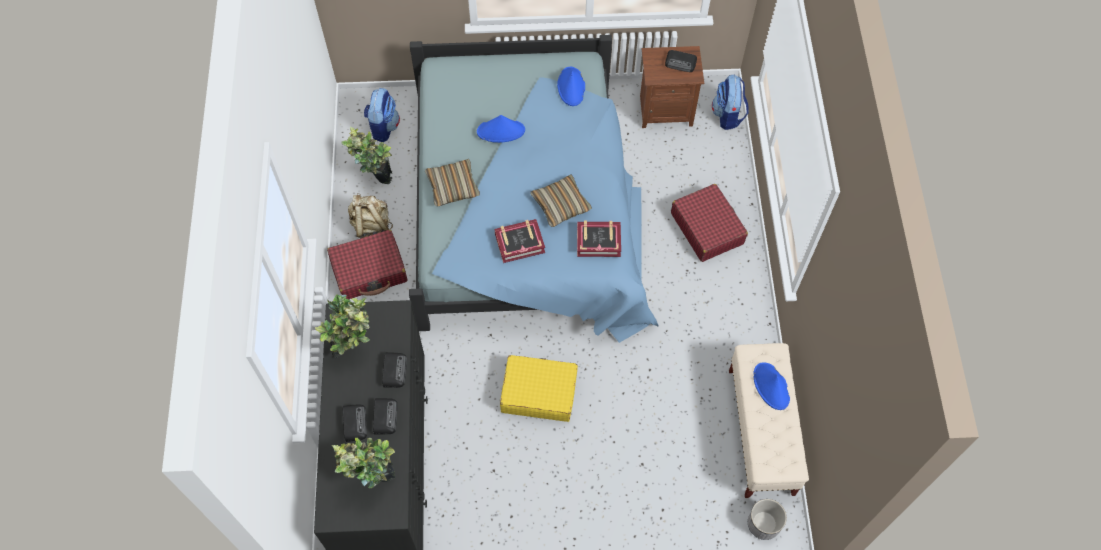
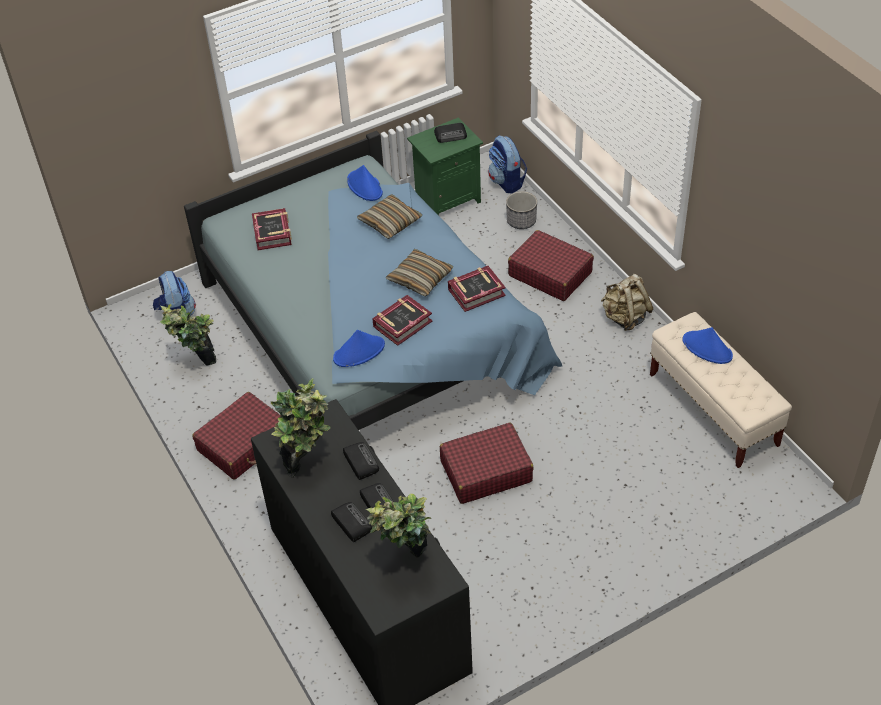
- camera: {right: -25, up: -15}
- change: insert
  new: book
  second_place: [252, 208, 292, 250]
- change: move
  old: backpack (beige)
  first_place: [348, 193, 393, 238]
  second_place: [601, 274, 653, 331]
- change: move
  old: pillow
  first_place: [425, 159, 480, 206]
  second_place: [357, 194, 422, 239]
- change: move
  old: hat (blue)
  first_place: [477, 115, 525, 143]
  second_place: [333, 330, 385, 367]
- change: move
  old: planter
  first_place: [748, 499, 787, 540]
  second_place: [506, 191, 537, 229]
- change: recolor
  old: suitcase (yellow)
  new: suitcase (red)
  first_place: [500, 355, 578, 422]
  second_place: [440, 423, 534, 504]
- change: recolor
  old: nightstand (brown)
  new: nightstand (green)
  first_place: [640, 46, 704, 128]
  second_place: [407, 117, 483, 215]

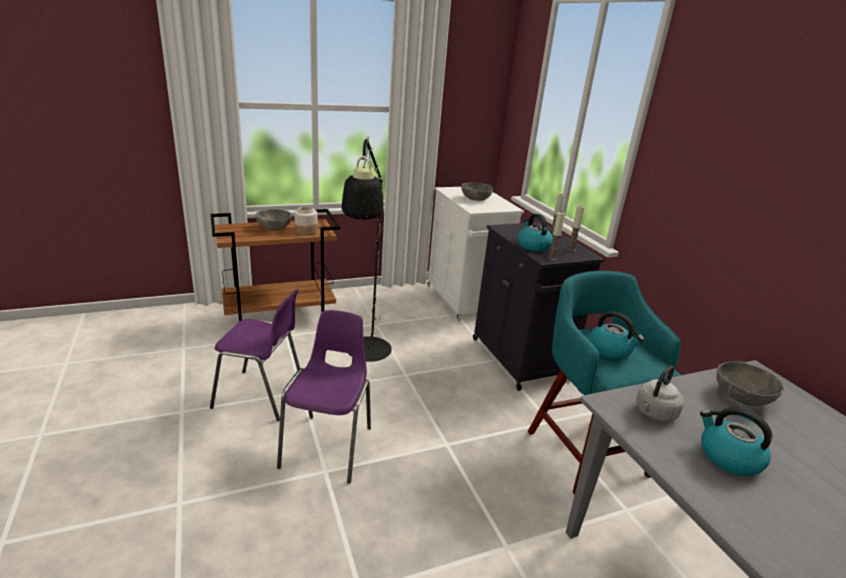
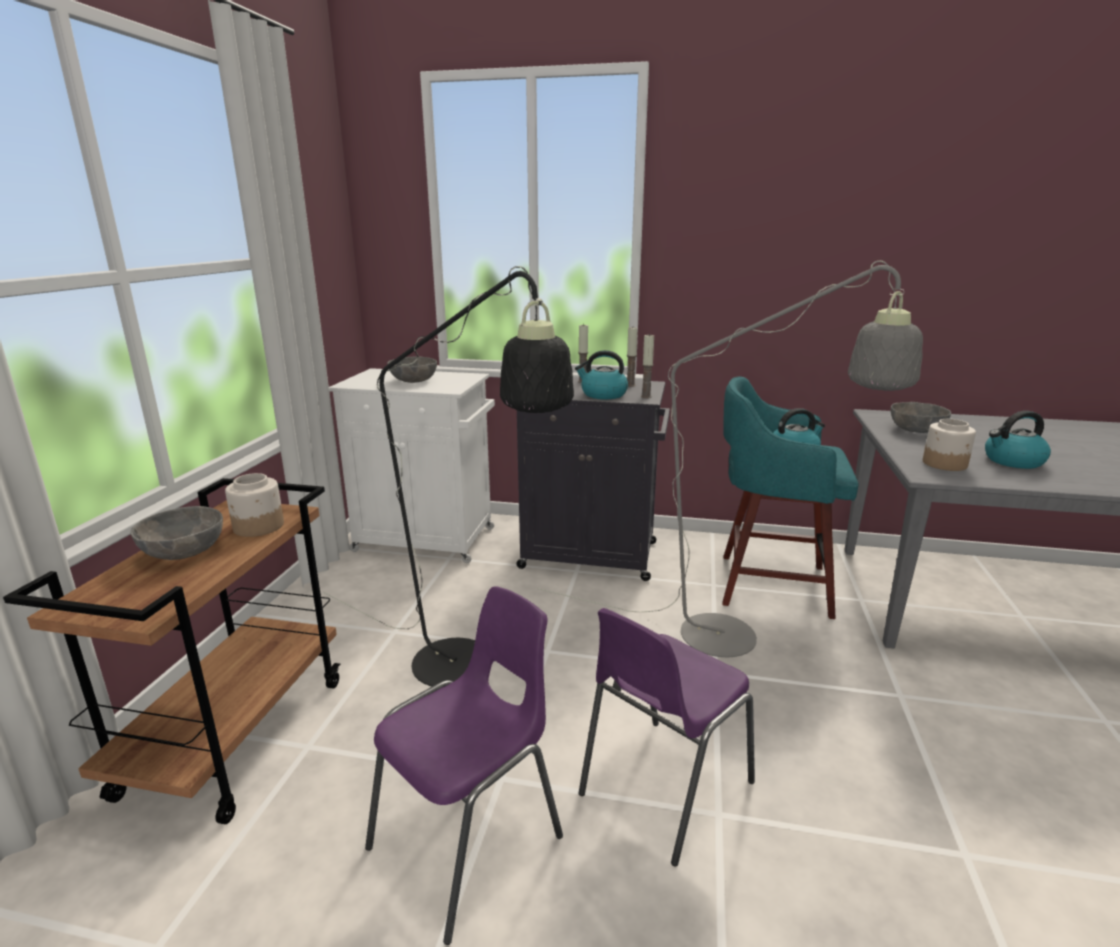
- camera: {right: -55, up: -5}
- change: insert
  new: floor lamp (grey)
  second_place: [536, 261, 923, 657]
- change: replace
  old: kettle (grey)
  new: jar
  first_place: [636, 366, 684, 422]
  second_place: [923, 419, 976, 471]
- change: rotate
  old: chair (purple)
  first_place: [277, 310, 371, 484]
  second_place: [578, 608, 755, 867]
  degrees: -90

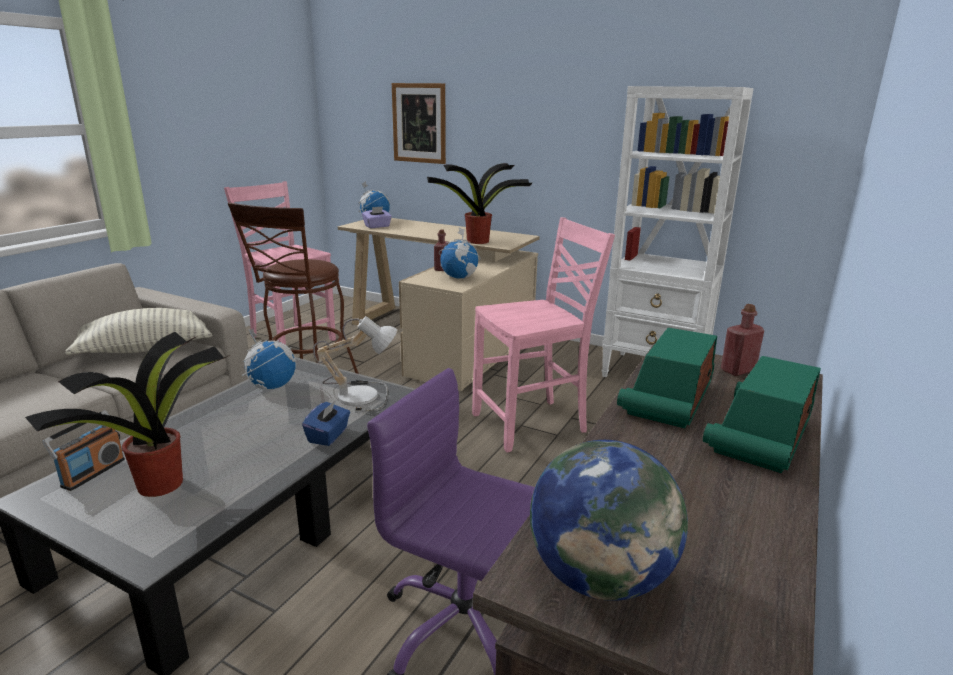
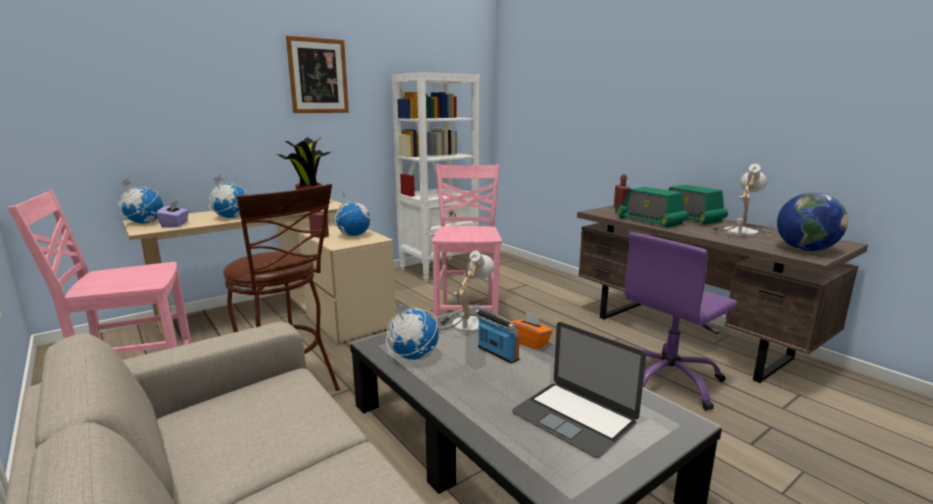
- camera: {right: -65, up: -5}
- change: delete
  old: pillow
  first_place: [65, 308, 212, 355]
- change: insert
  new: globe
  second_place: [209, 174, 246, 218]
- change: insert
  new: table lamp
  second_place: [712, 164, 772, 236]
- change: move
  old: radio
  first_place: [42, 410, 125, 491]
  second_place: [475, 309, 519, 364]
- change: move
  old: picture
  first_place: [392, 83, 446, 164]
  second_place: [286, 36, 349, 113]
- change: replace
  old: potted plant
  new: laptop
  first_place: [25, 332, 230, 497]
  second_place: [512, 322, 646, 458]
- change: recolor
  old: tissue box (blue)
  new: tissue box (orange)
  first_place: [302, 400, 350, 446]
  second_place: [510, 311, 553, 350]

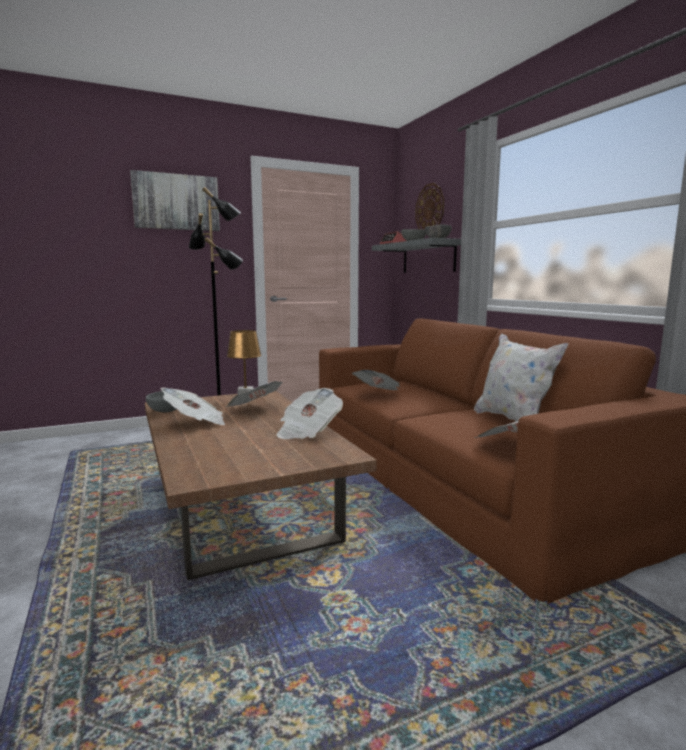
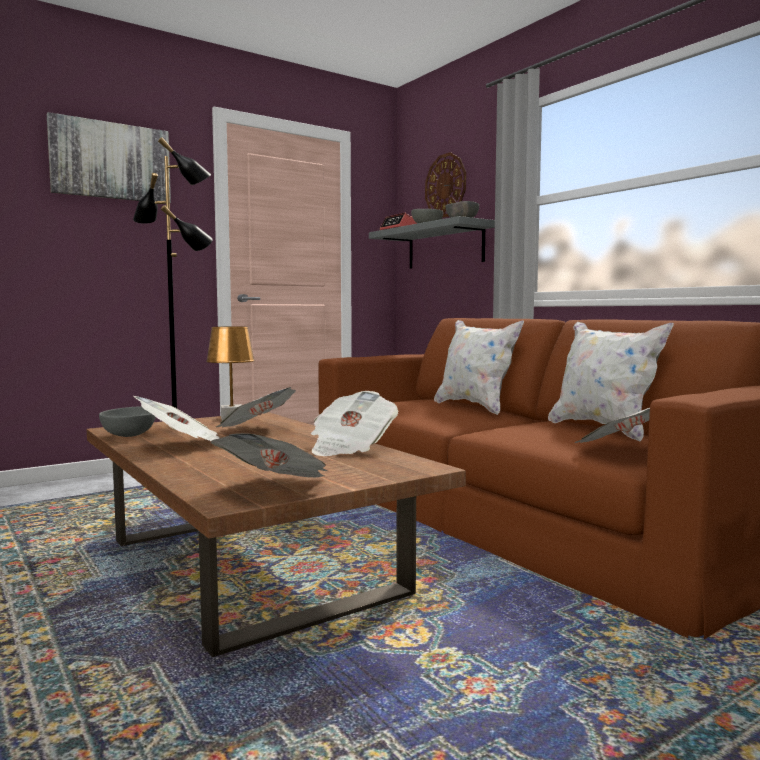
- camera: {right: -10, up: -5}
- change: insert
  new: pillow (white)
  second_place: [434, 320, 524, 415]
- change: move
  old: newspaper
  first_place: [352, 370, 400, 390]
  second_place: [211, 433, 328, 477]

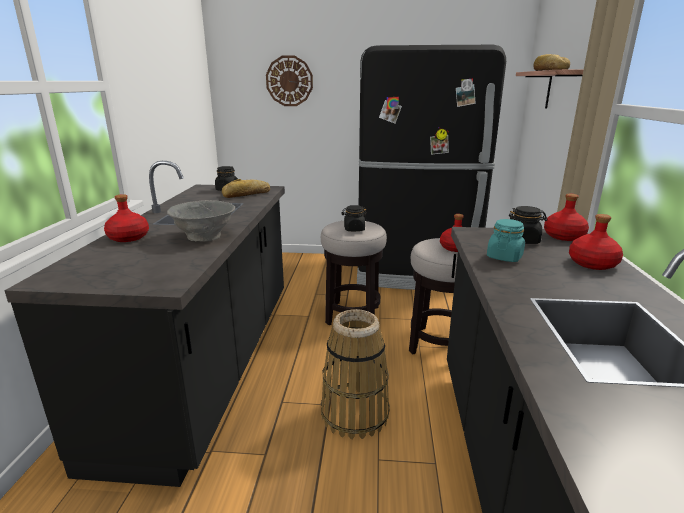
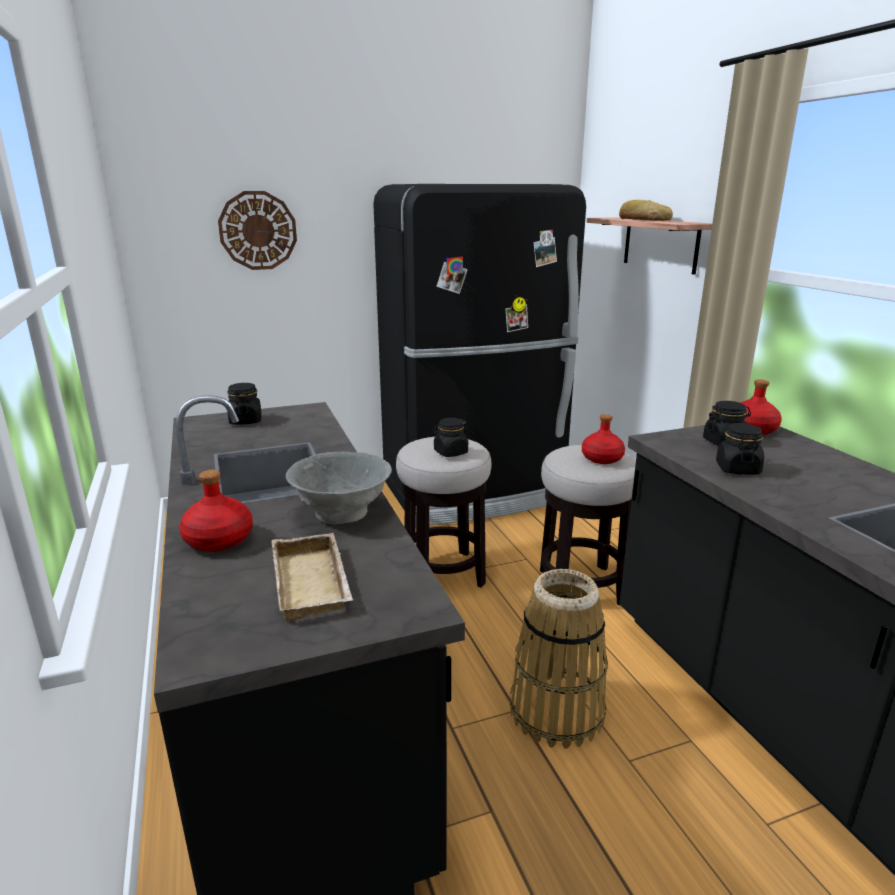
- camera: {right: -25, up: 0}
- change: delete
  old: bread
  first_place: [222, 179, 270, 198]
- change: delete
  old: bottle (red)
  first_place: [569, 214, 623, 270]
- change: insert
  new: tray (beige)
  second_place: [272, 533, 353, 622]
- change: recolor
  old: jar (turquoise)
  new: jar (black)
  first_place: [487, 219, 525, 262]
  second_place: [716, 423, 764, 475]

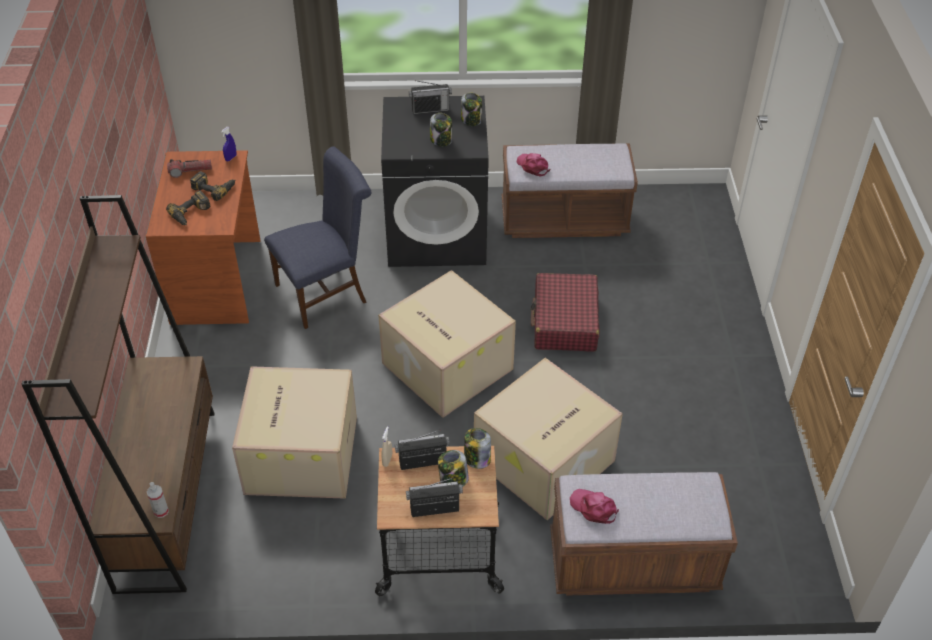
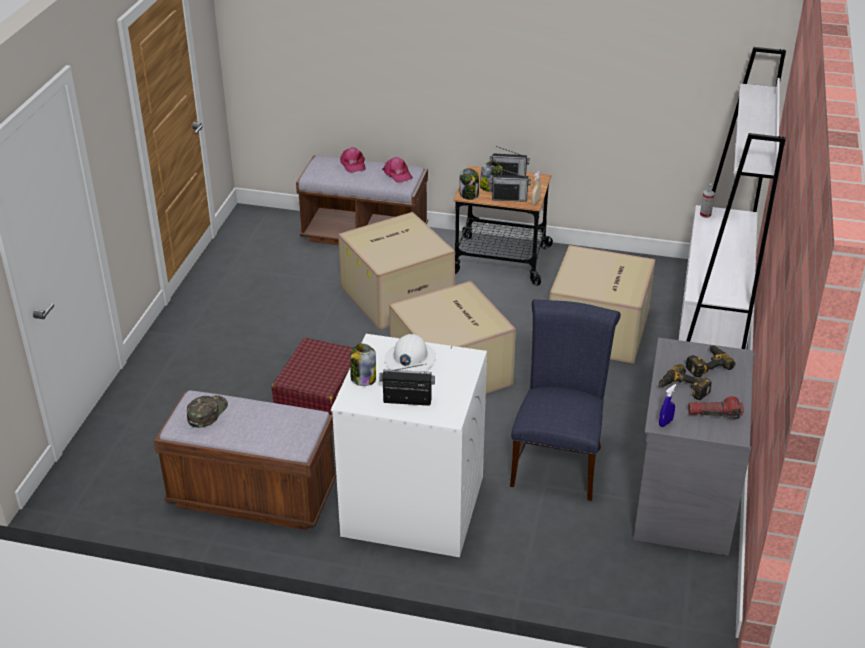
- camera: {right: -165, up: -10}
- change: insert
  new: cap (green)
  second_place: [187, 395, 228, 428]
- change: move
  old: cap (pink)
  first_place: [517, 153, 550, 176]
  second_place: [340, 147, 366, 173]
- change: replace
  old: jar
  new: hard hat (white)
  first_place: [430, 113, 452, 147]
  second_place: [385, 334, 436, 372]
- change: recolor
  old: bookcase (brown)
  new: bookcase (white)
  first_place: [22, 195, 215, 594]
  second_place: [679, 47, 786, 349]
- change: recolor
  old: desk (brown)
  new: desk (grey)
  first_place: [146, 150, 260, 325]
  second_place: [633, 337, 755, 556]
- change: recolor
  old: washing machine (black)
  new: washing machine (white)
  first_place: [381, 96, 489, 267]
  second_place: [331, 334, 487, 557]
- change: rotate
  old: chair (blue)
  first_place: [264, 146, 371, 329]
  second_place: [510, 299, 621, 501]
  degrees: 120

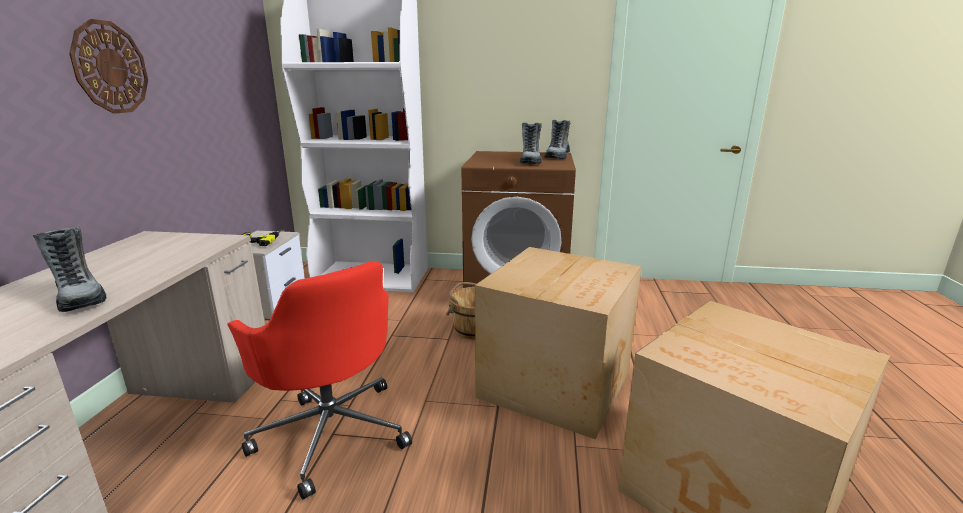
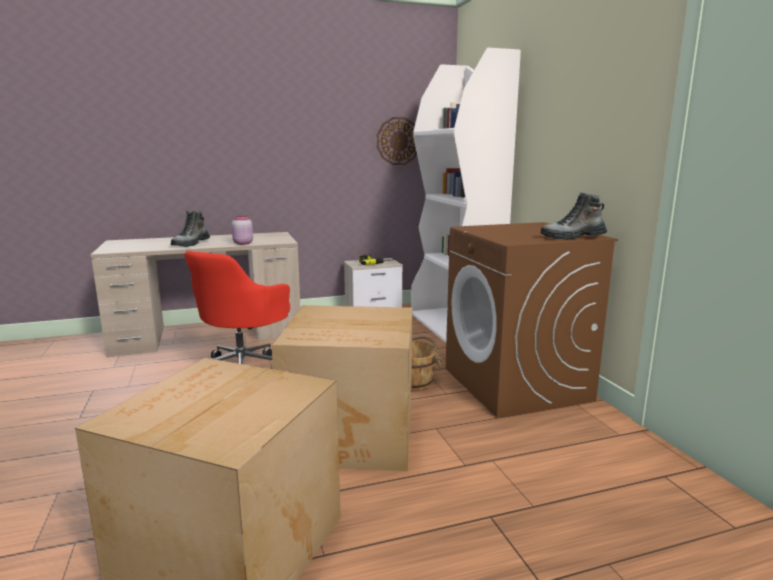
- camera: {right: 65, up: -5}
- change: delete
  old: boot
  first_place: [520, 123, 542, 164]
- change: insert
  new: jar (pink)
  second_place: [232, 216, 253, 245]
- change: move
  old: wall clock
  first_place: [69, 19, 148, 114]
  second_place: [377, 117, 417, 165]

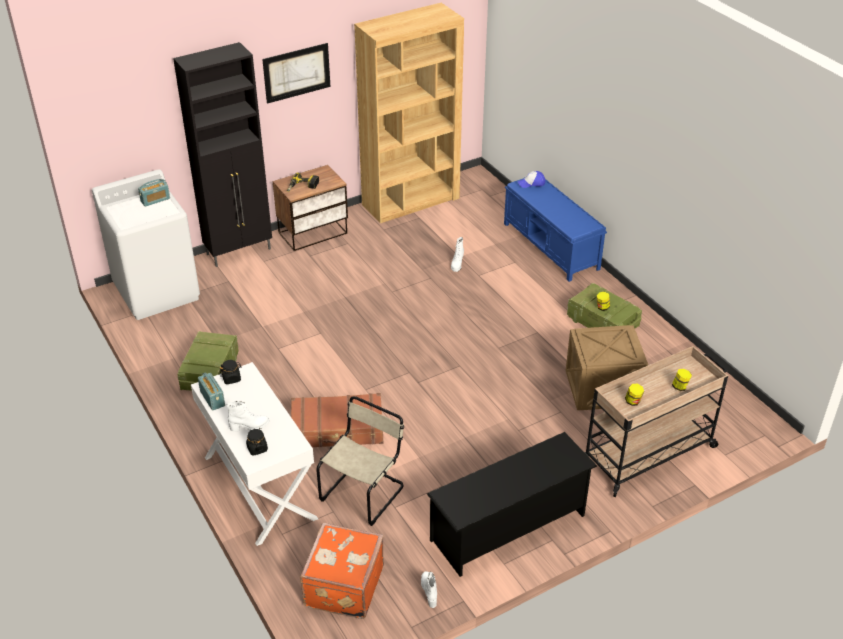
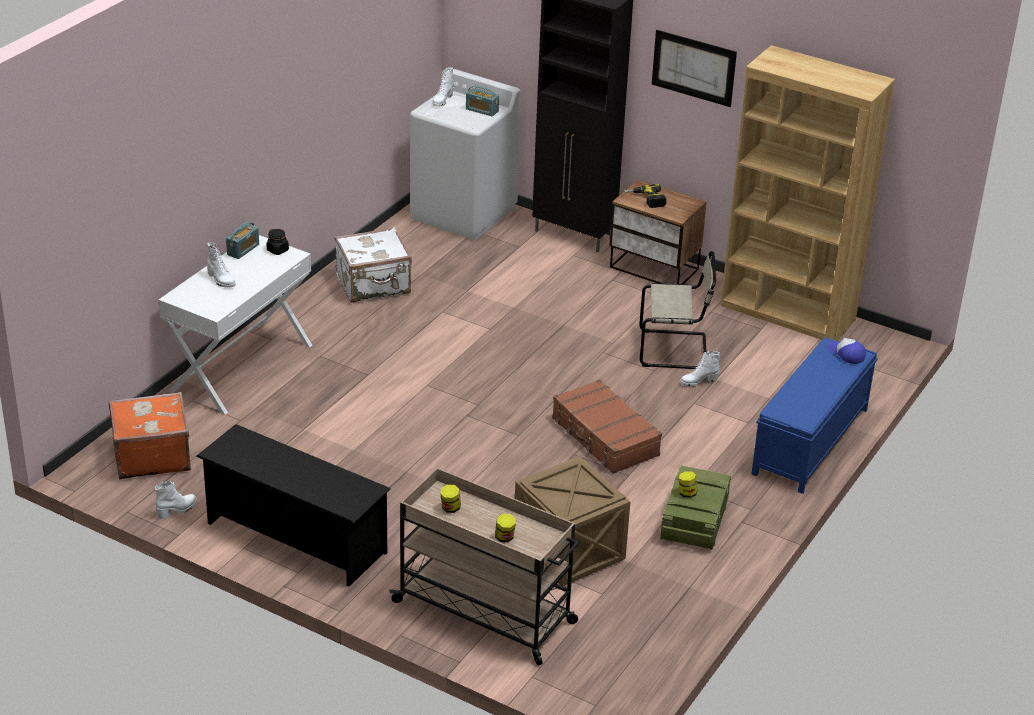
- camera: {right: 60, up: -5}
- change: delete
  old: jar (black)
  first_place: [246, 428, 268, 456]
- change: insert
  new: boot (white)
  second_place: [433, 67, 454, 106]
- change: move
  old: suitcase (brown)
  first_place: [291, 393, 383, 447]
  second_place: [552, 379, 662, 474]
- change: move
  old: chair (beige)
  first_place: [316, 396, 404, 526]
  second_place: [639, 251, 716, 369]
- change: replace
  old: crate
  new: suitcase (white)
  first_place: [177, 331, 239, 391]
  second_place: [334, 227, 412, 303]

